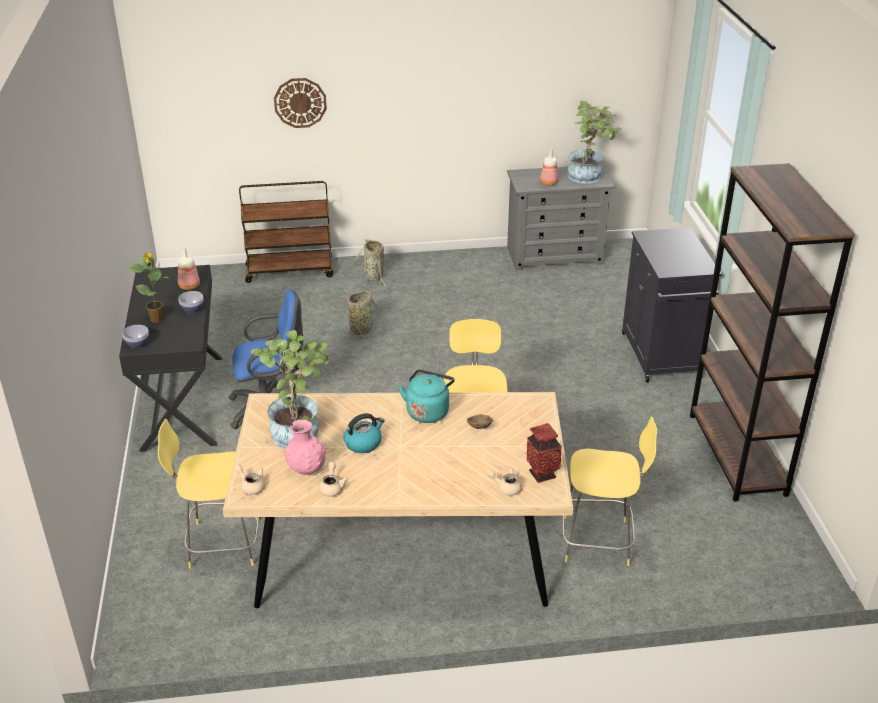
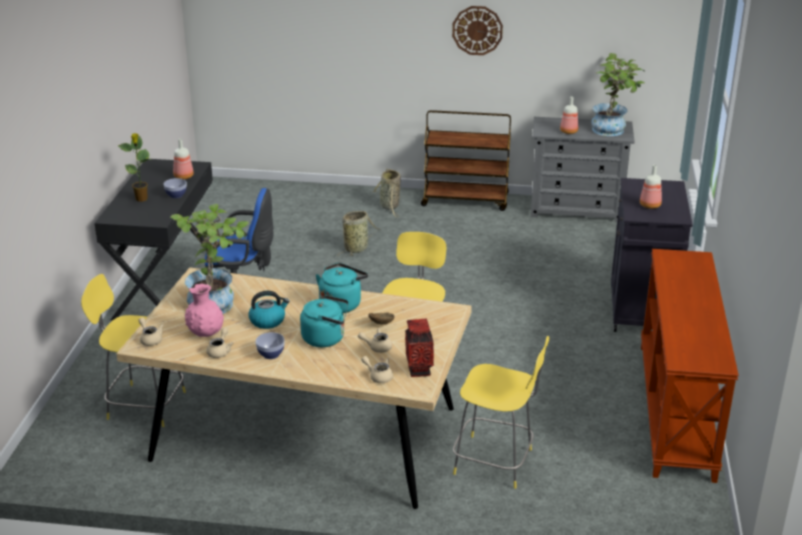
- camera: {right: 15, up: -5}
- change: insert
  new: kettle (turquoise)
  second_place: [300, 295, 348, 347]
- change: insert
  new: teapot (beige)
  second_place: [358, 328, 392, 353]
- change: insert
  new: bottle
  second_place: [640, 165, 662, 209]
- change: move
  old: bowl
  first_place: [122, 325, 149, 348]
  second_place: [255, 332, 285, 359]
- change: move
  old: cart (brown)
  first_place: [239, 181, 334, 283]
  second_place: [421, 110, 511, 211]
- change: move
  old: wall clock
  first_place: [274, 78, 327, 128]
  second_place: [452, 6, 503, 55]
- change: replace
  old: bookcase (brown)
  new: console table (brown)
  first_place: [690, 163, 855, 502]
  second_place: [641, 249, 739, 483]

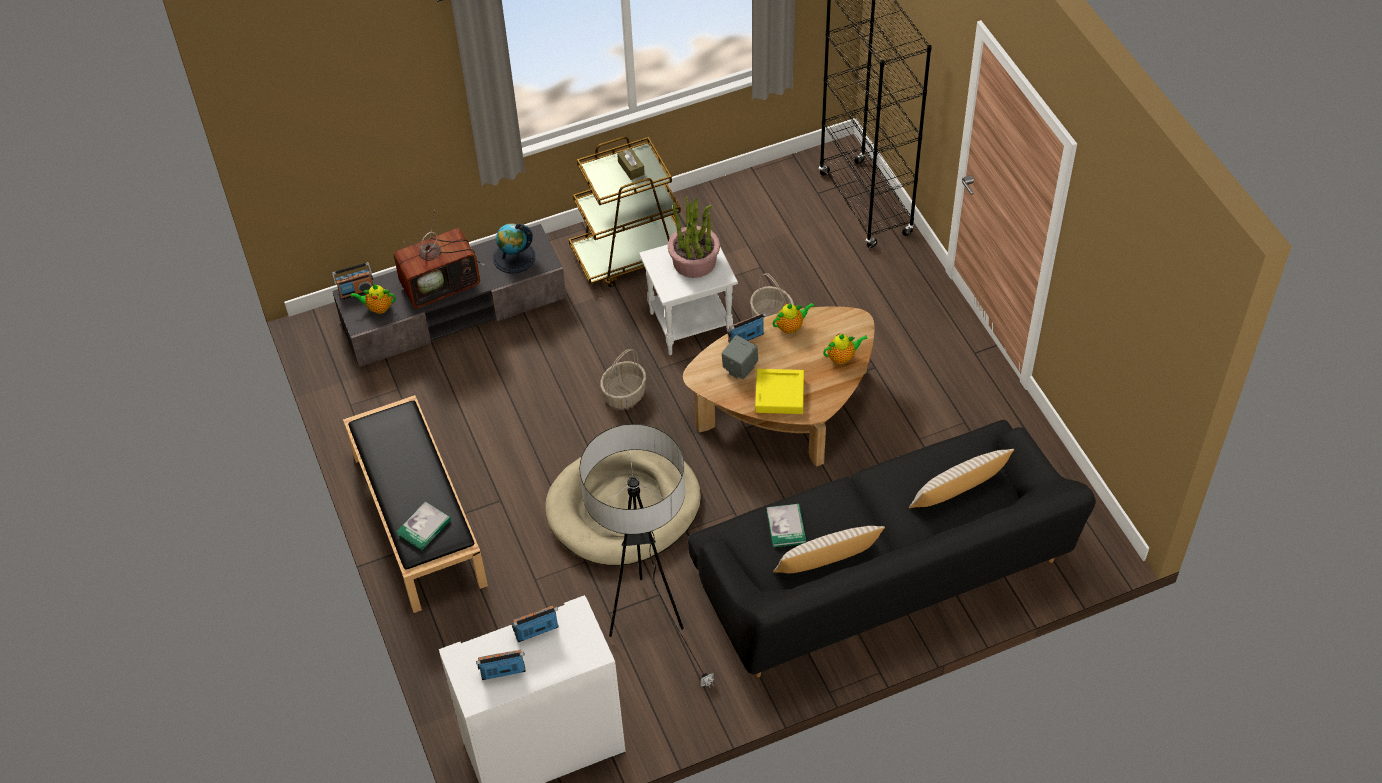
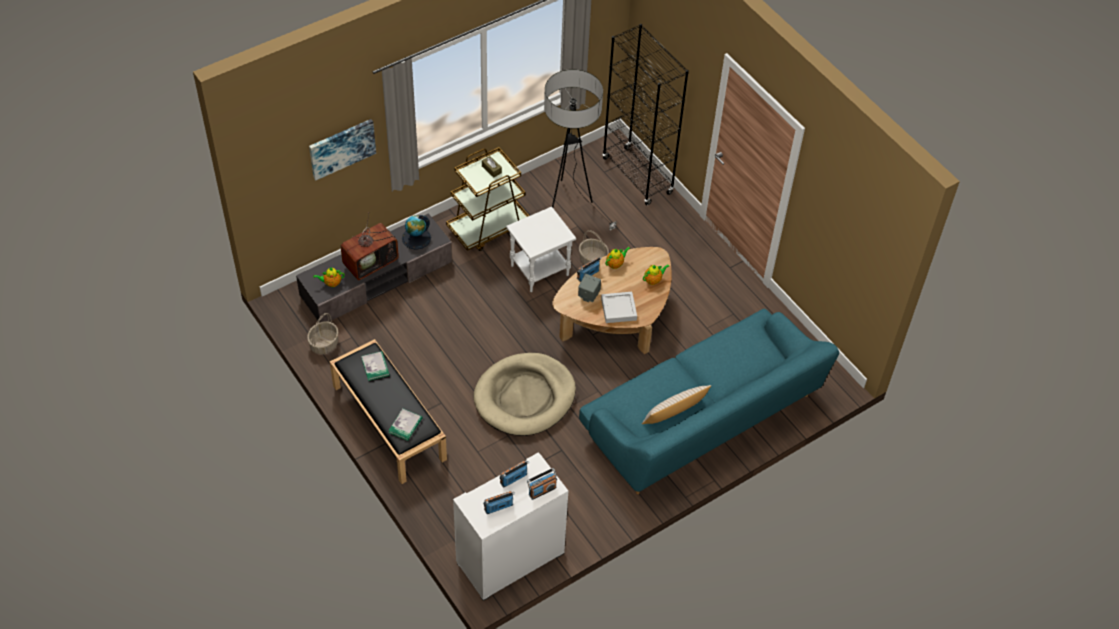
- camera: {right: -15, up: 0}
- change: delete
  old: potted plant
  first_place: [668, 196, 720, 278]
- change: delete
  old: pillow (beige)
  first_place: [909, 449, 1014, 508]
- change: insert
  new: picture
  second_place: [309, 119, 376, 180]
- change: move
  old: radio
  first_place: [332, 262, 373, 300]
  second_place: [527, 468, 557, 500]
- change: move
  old: floor lamp
  first_place: [580, 424, 714, 688]
  second_place: [544, 69, 617, 230]
- change: move
  old: basket
  first_place: [600, 349, 646, 409]
  second_place: [307, 313, 338, 354]
- change: move
  old: book
  first_place: [767, 504, 807, 548]
  second_place: [361, 351, 390, 381]
- change: recolor
  old: sofa (black)
  new: sofa (turquoise)
  first_place: [688, 420, 1096, 677]
  second_place: [579, 309, 839, 494]
- change: recolor
  old: tray (yellow)
  new: tray (grey)
  first_place: [755, 369, 804, 414]
  second_place: [601, 292, 637, 323]

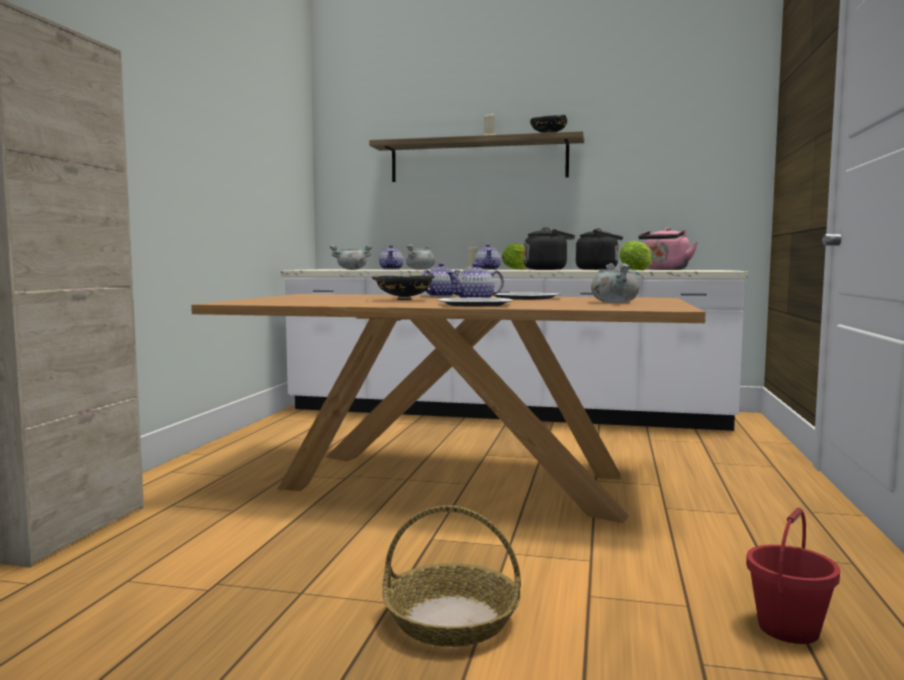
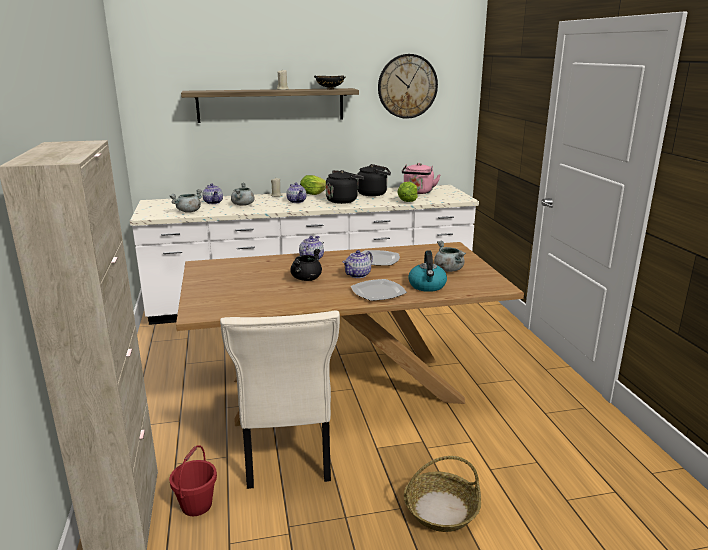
- camera: {right: -25, up: 15}
- change: insert
  new: chair (beige)
  second_place: [220, 311, 340, 489]
- change: insert
  new: wall clock
  second_place: [378, 54, 438, 119]
- change: insert
  new: kettle
  second_place: [408, 251, 447, 292]
- change: move
  old: bucket (red)
  first_place: [746, 507, 840, 644]
  second_place: [169, 445, 217, 516]
- change: replace
  old: bowl (black)
  new: cooking pot (black)
  first_place: [372, 275, 435, 300]
  second_place: [290, 248, 322, 281]

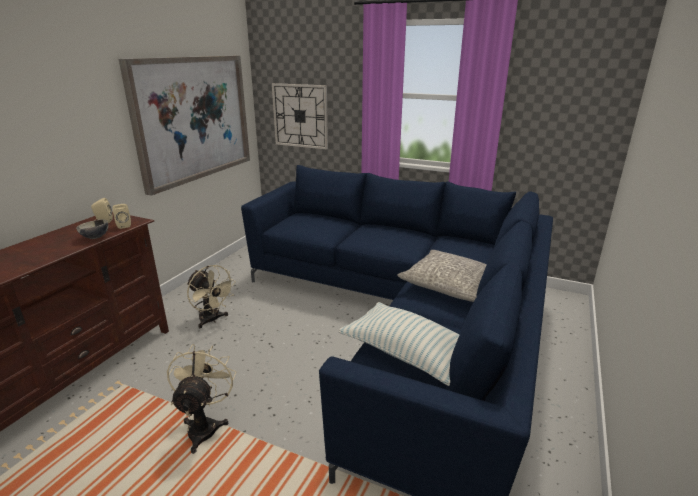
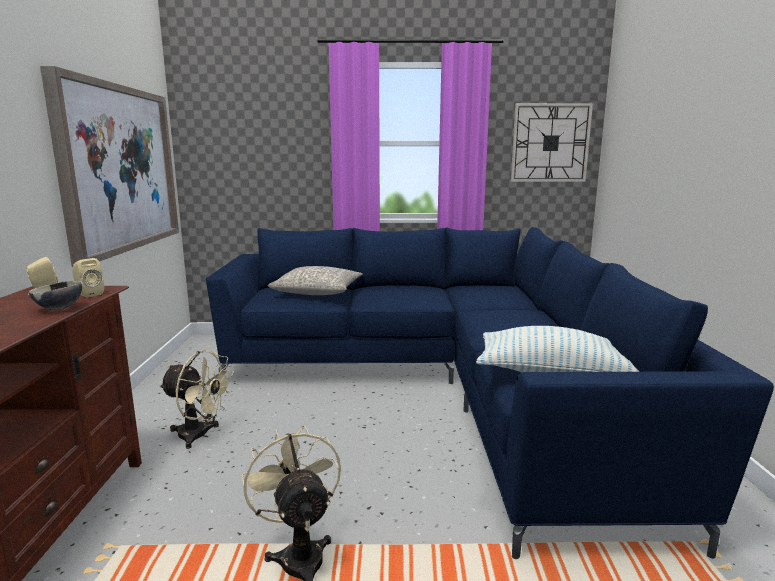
- camera: {right: -25, up: -10}
- change: move
  old: wall clock
  first_place: [272, 83, 328, 150]
  second_place: [511, 103, 593, 182]
- change: move
  old: pillow (grey)
  first_place: [397, 250, 487, 302]
  second_place: [268, 266, 363, 295]

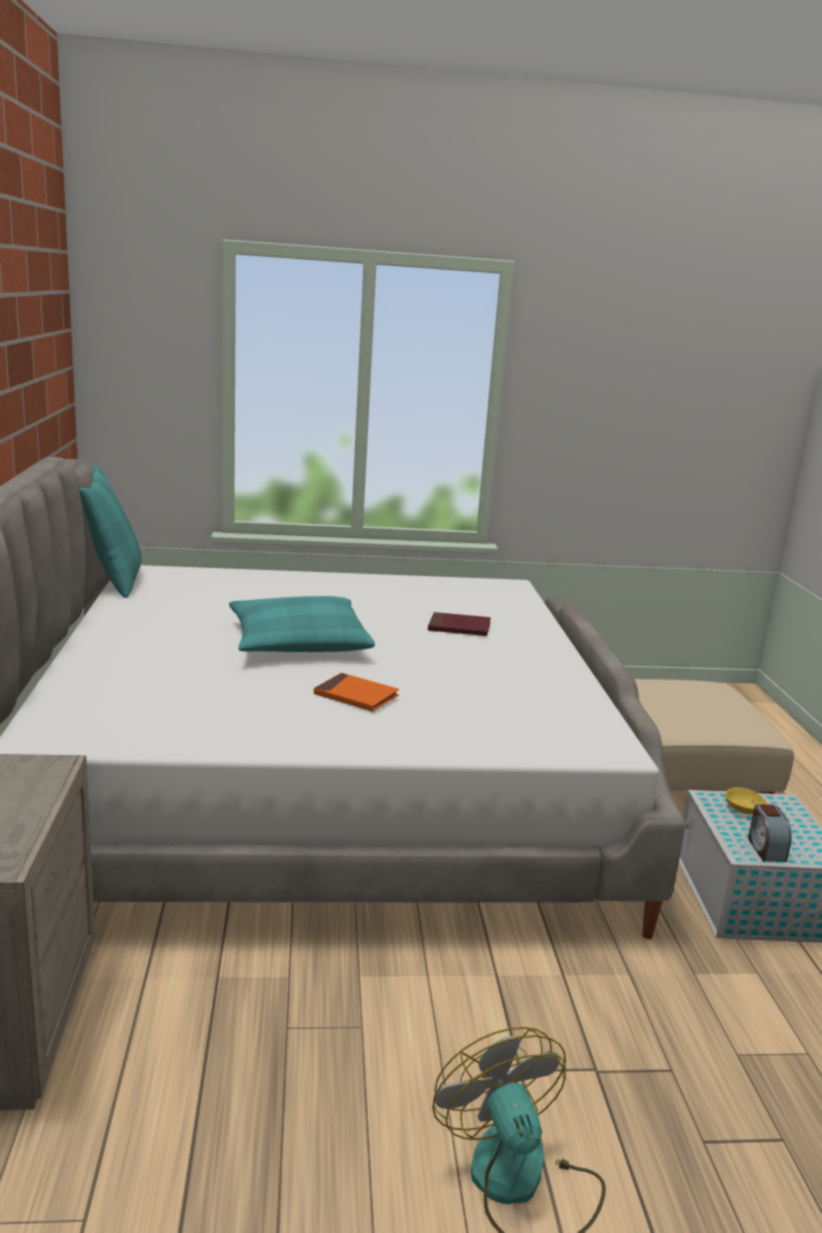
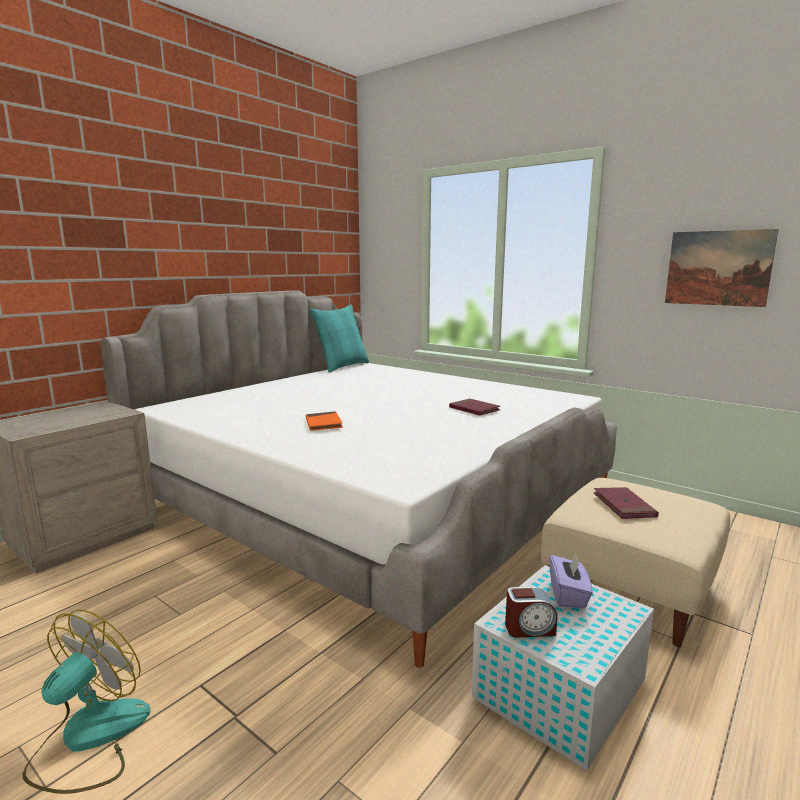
- camera: {right: 45, up: -5}
- change: delete
  old: pillow (turquoise)
  first_place: [229, 596, 375, 652]
- change: insert
  new: book (red)
  second_place: [593, 487, 659, 519]
- change: insert
  new: picture
  second_place: [665, 229, 779, 307]
- change: replace
  old: bowl (yellow)
  new: tissue box (purple)
  first_place: [725, 787, 767, 814]
  second_place: [549, 554, 593, 608]
- change: rotate
  old: alarm clock
  first_place: [748, 804, 792, 862]
  second_place: [505, 587, 557, 638]
  degrees: -135

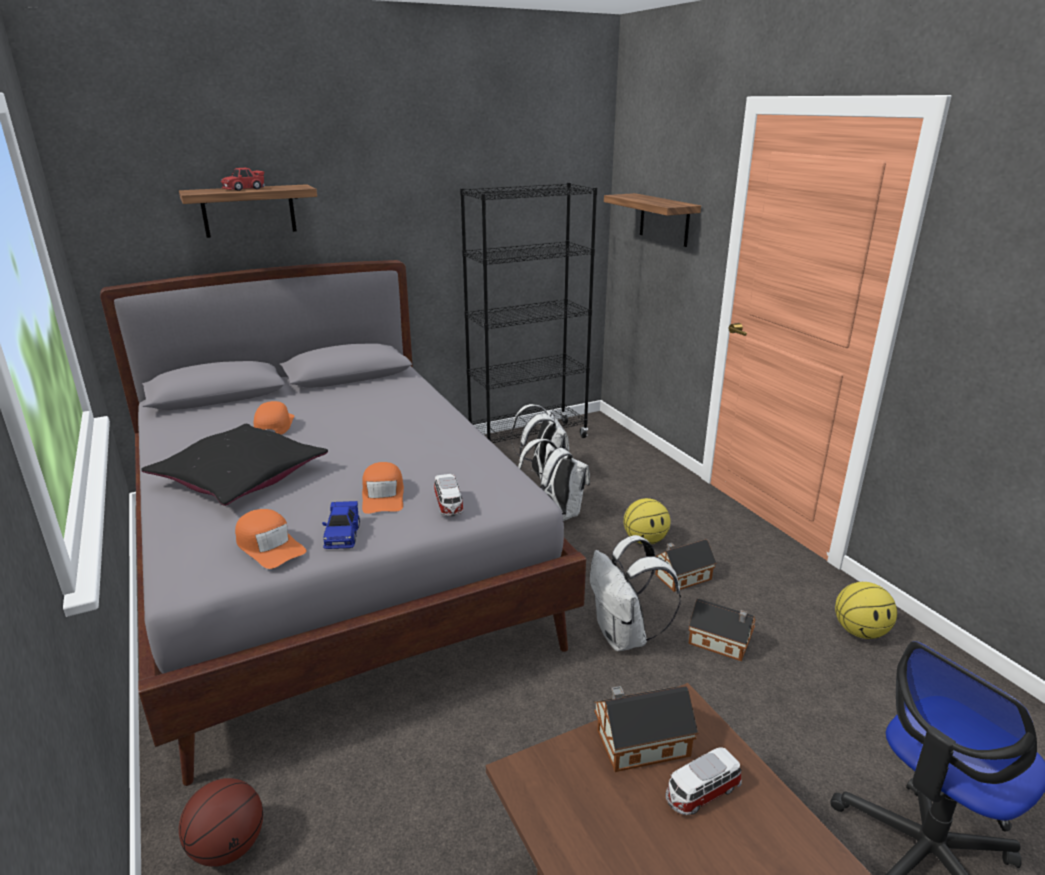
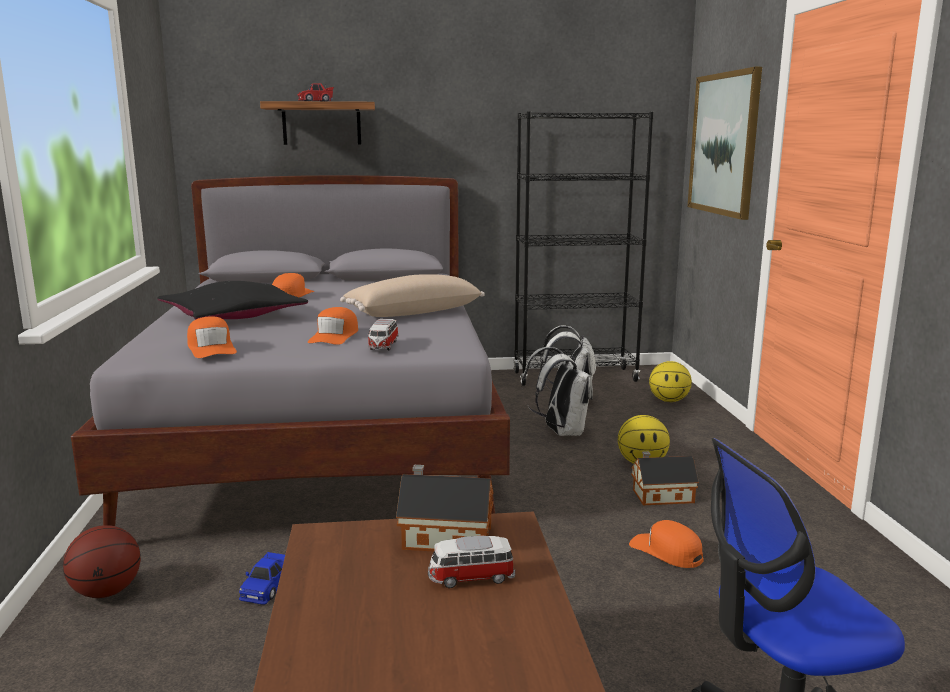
- camera: {right: 20, up: -10}
- change: delete
  old: backpack (white)
  first_place: [590, 535, 681, 651]
- change: insert
  new: pillow (beige)
  second_place: [340, 274, 485, 317]
- change: move
  old: toy car (blue)
  first_place: [322, 501, 360, 549]
  second_place: [239, 552, 285, 605]
- change: move
  old: basketball
  first_place: [835, 582, 897, 639]
  second_place: [649, 361, 692, 402]
- change: replace
  old: shelf
  new: picture
  first_place: [604, 193, 701, 247]
  second_place: [687, 67, 762, 220]
- change: replace
  old: toy house
  new: cap (orange)
  first_place: [688, 598, 756, 661]
  second_place: [629, 520, 703, 568]

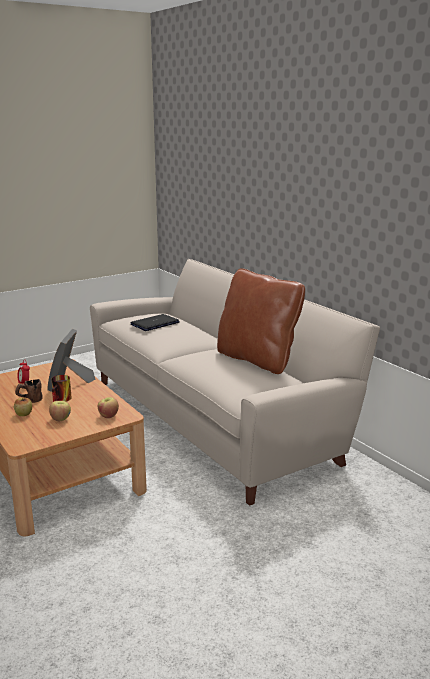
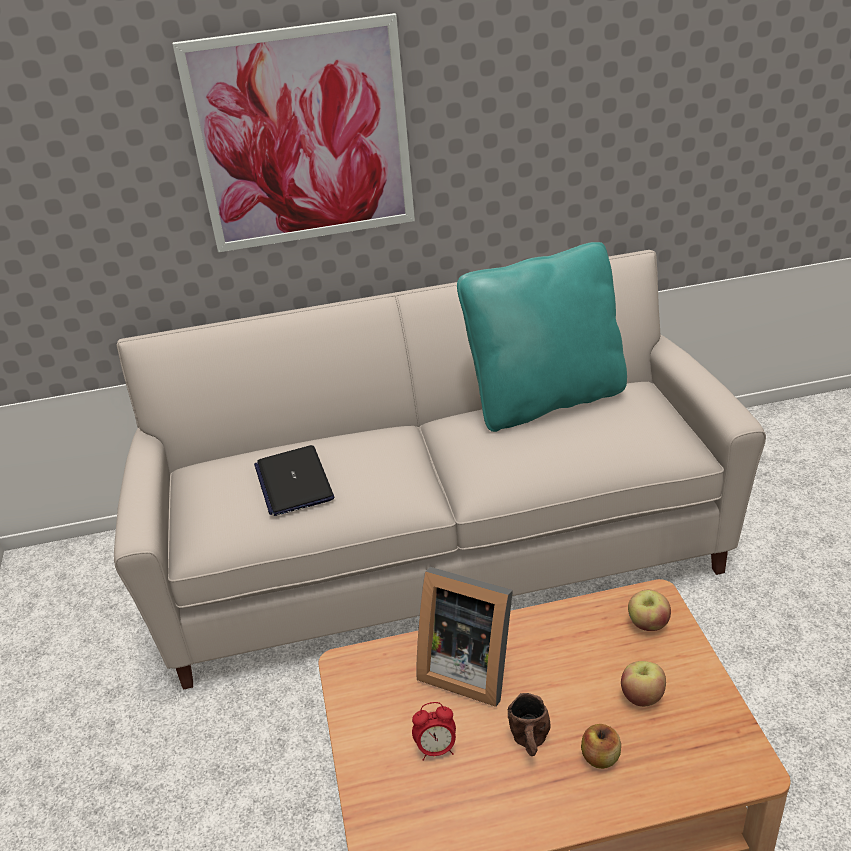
- camera: {right: -65, up: 15}
- change: delete
  old: mug
  first_place: [52, 375, 72, 402]
- change: insert
  new: picture
  second_place: [173, 13, 415, 253]
- change: recolor
  old: pillow (brown)
  new: pillow (turquoise)
  first_place: [217, 268, 305, 374]
  second_place: [457, 242, 627, 432]

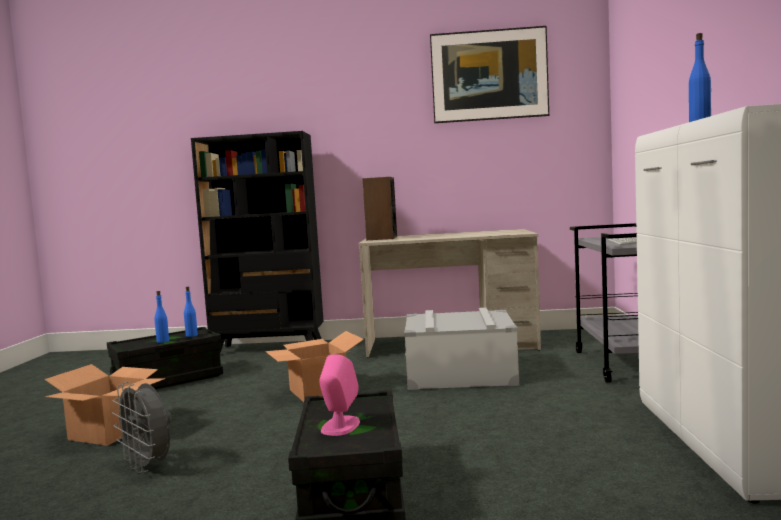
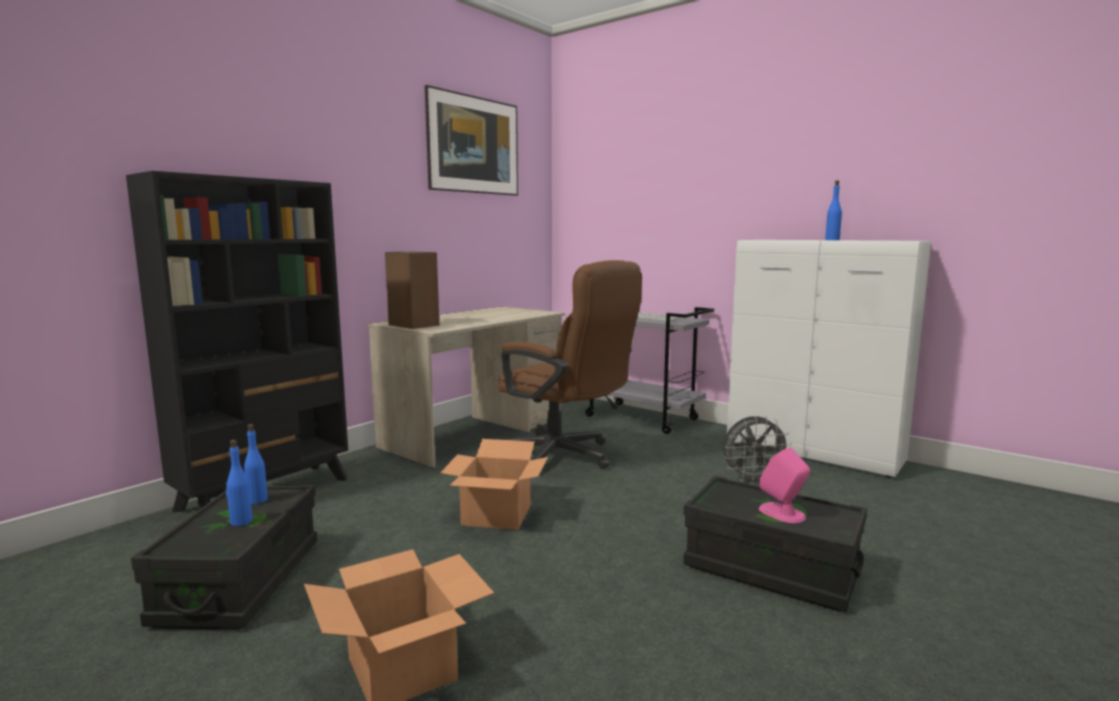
- camera: {right: -55, up: 5}
- change: move
  old: fan (grey)
  first_place: [112, 382, 171, 473]
  second_place: [723, 416, 792, 484]
- change: replace
  old: storage box (grey)
  new: office chair (brown)
  first_place: [404, 308, 519, 390]
  second_place: [497, 260, 642, 469]

